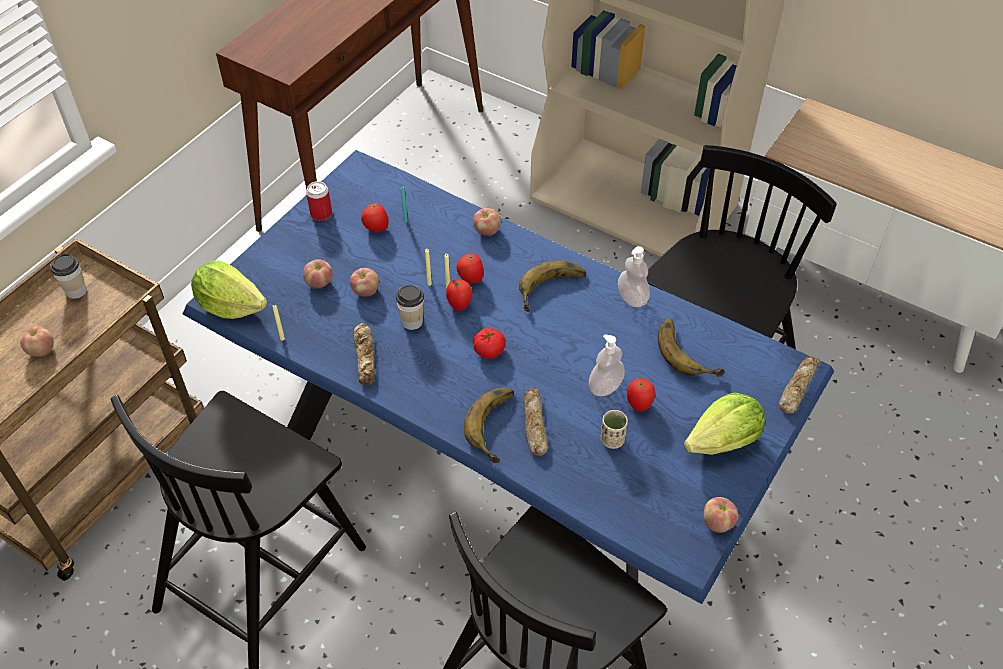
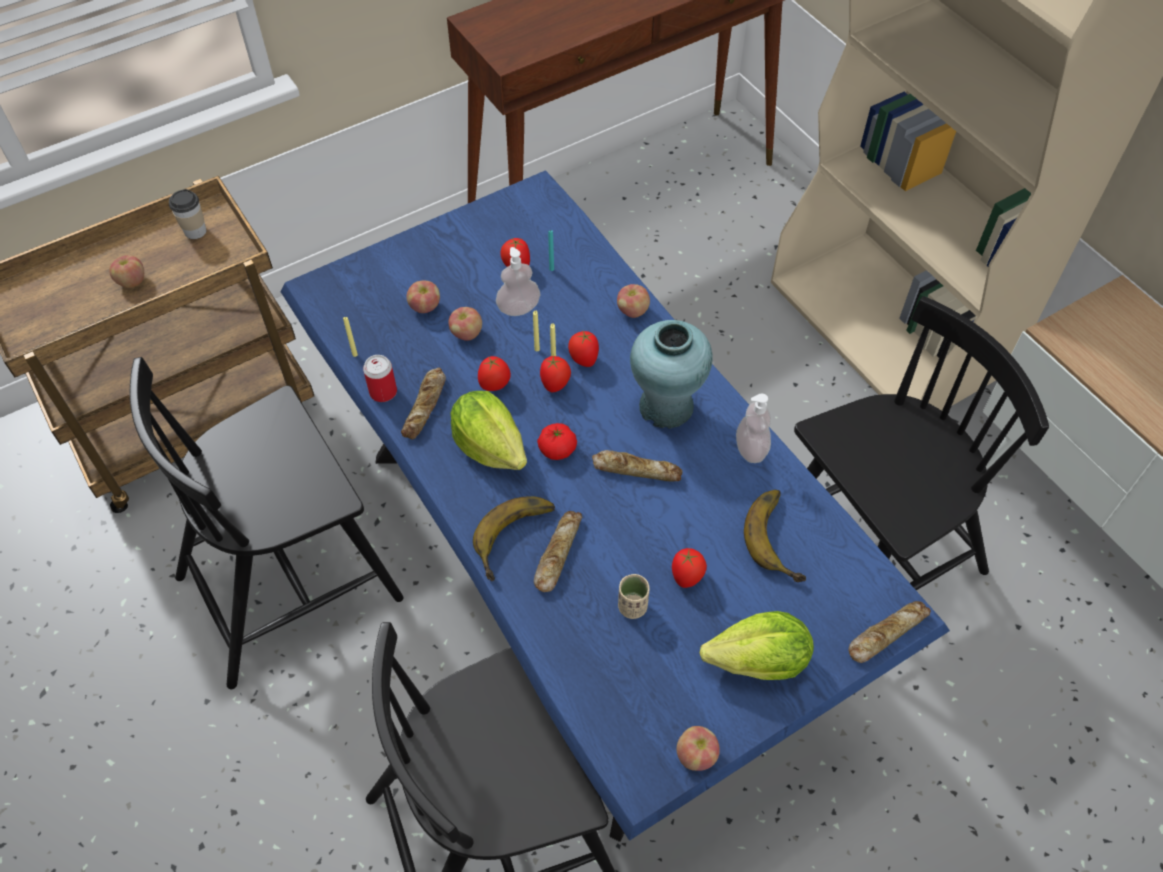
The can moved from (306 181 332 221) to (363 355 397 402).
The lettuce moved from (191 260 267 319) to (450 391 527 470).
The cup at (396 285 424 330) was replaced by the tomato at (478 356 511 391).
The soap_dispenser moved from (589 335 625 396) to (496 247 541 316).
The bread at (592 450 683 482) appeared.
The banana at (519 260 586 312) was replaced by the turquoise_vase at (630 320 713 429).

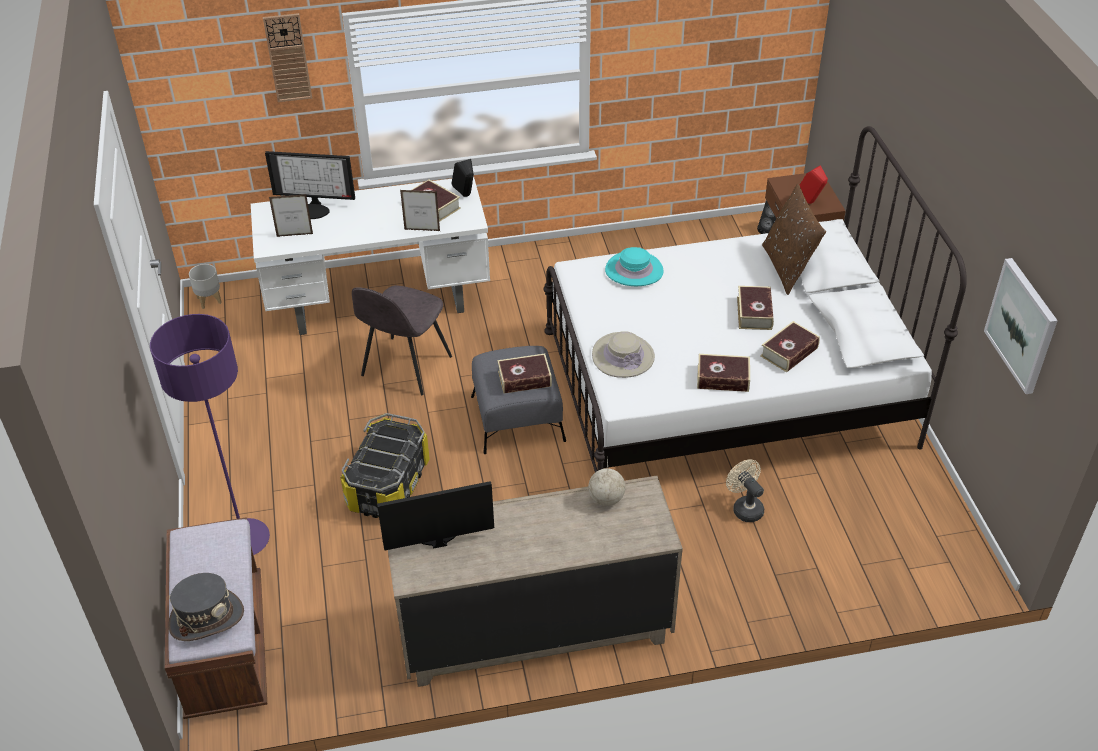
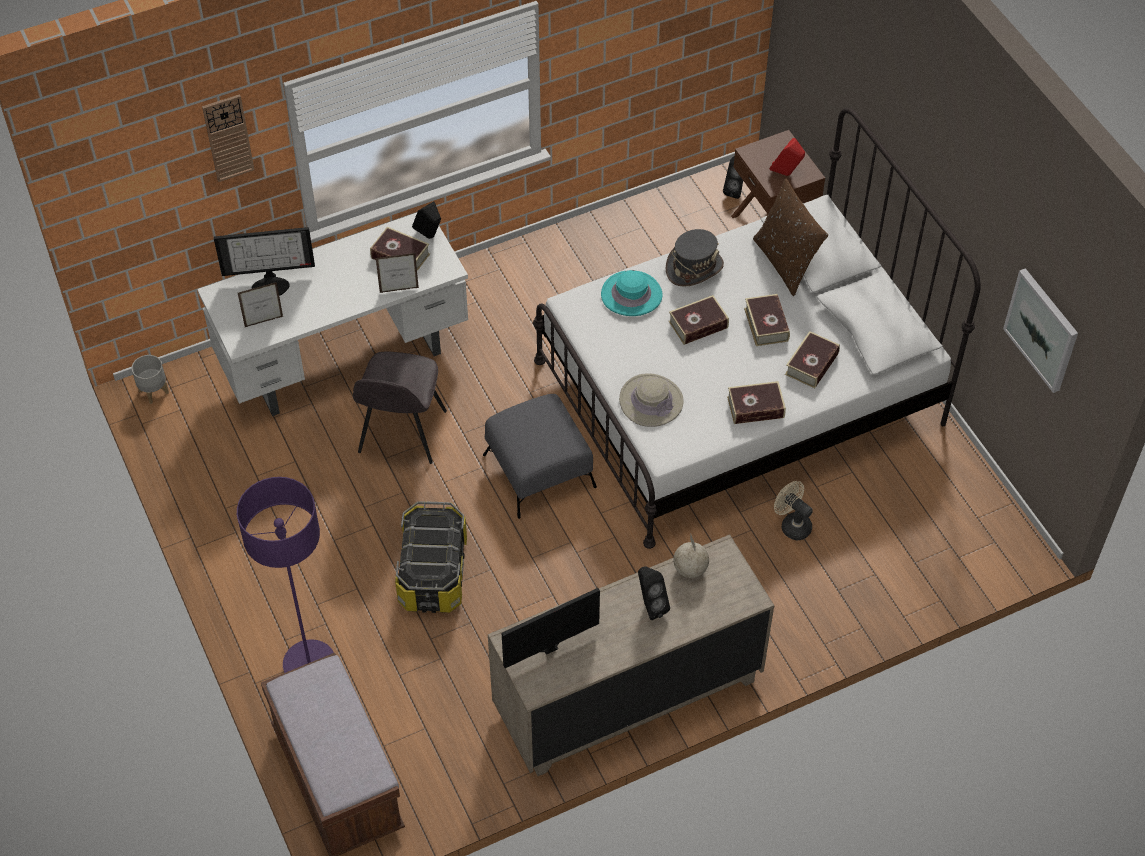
The black_speaker at (638 566 670 620) appeared.
The grey_hat moved from (168 573 244 641) to (666 229 724 286).
The book moved from (497 354 552 393) to (669 295 729 345).

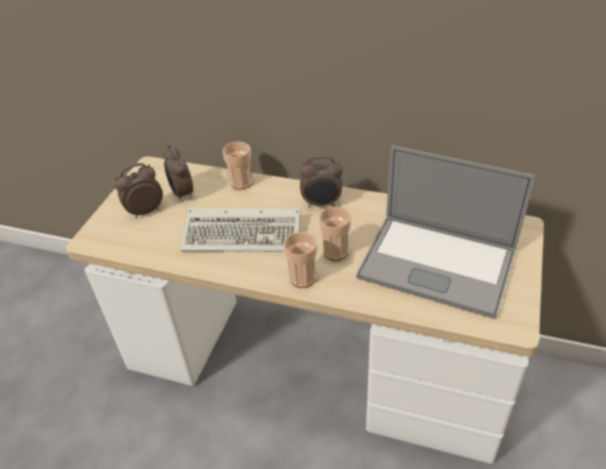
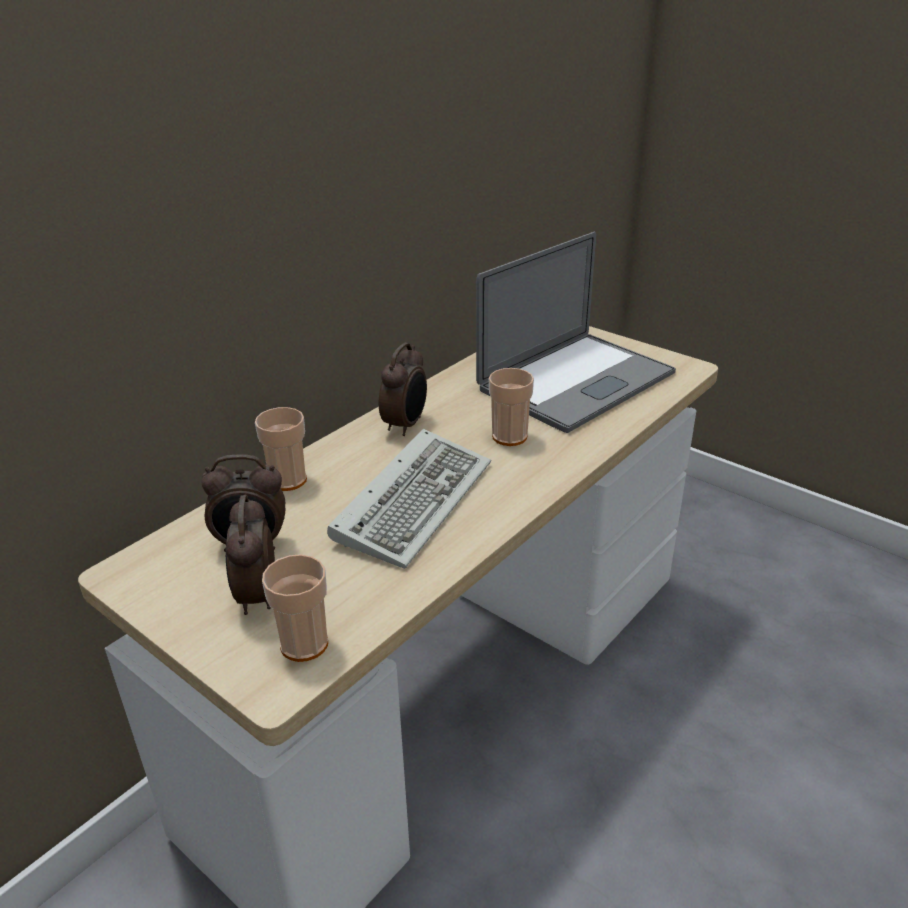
The cup moved from (284 232 317 288) to (262 554 328 662).

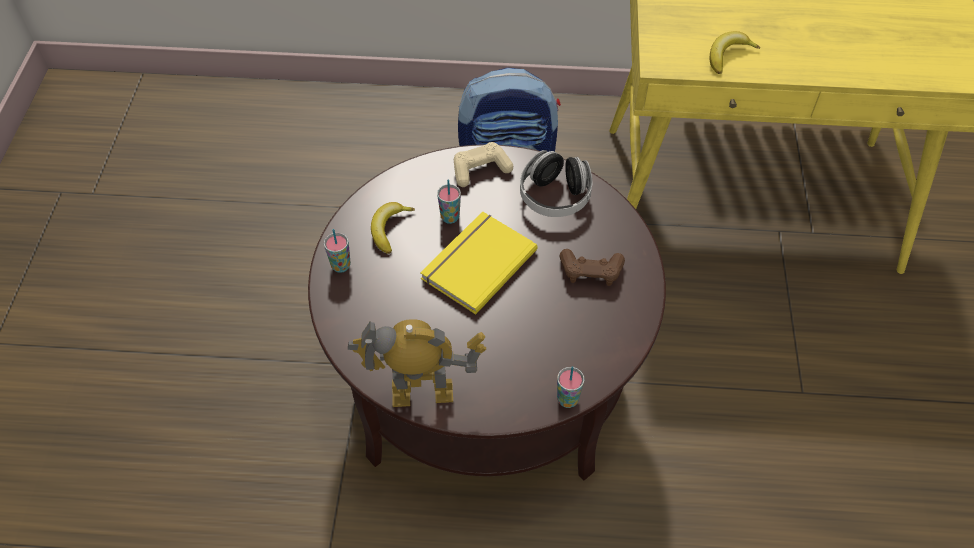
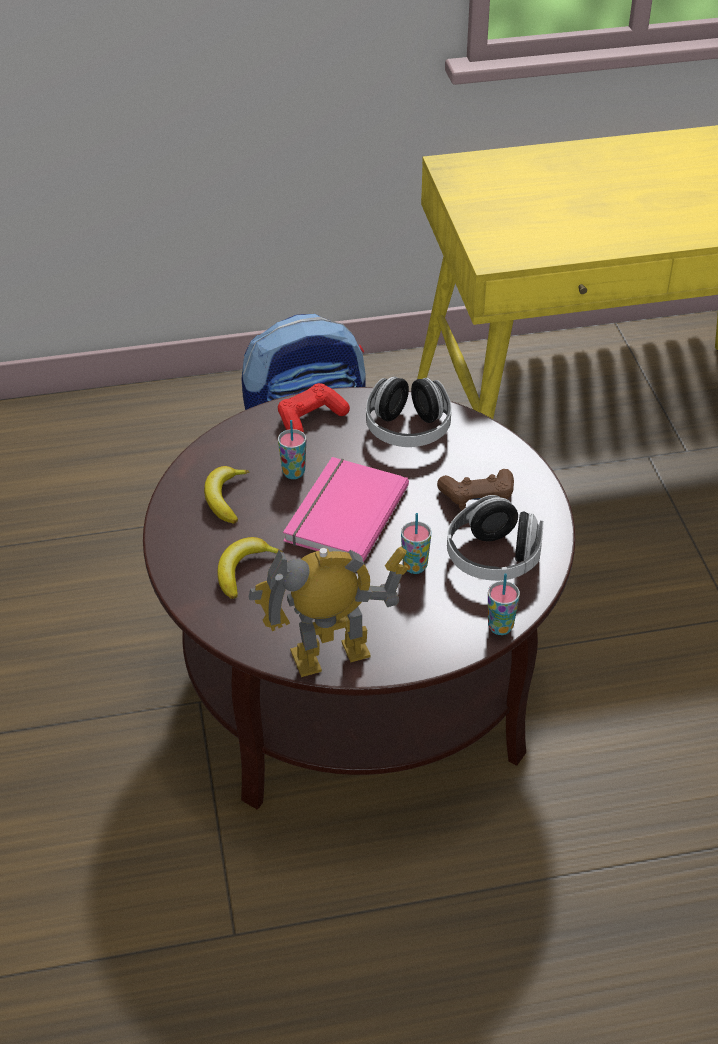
The banana moved from (710 31 760 74) to (218 537 283 599).
The beige_game_controller at (454 142 513 187) became the red_game_controller at (278 383 350 433).
The yellow_book at (420 211 538 315) became the pink_book at (283 457 409 562).
The cup moved from (324 229 351 273) to (401 513 432 574).
The headphones at (447 495 544 581) appeared.

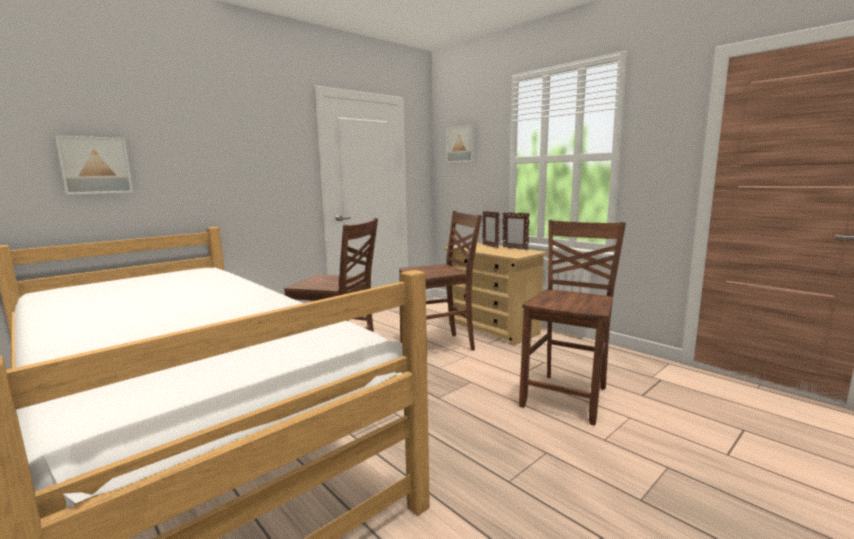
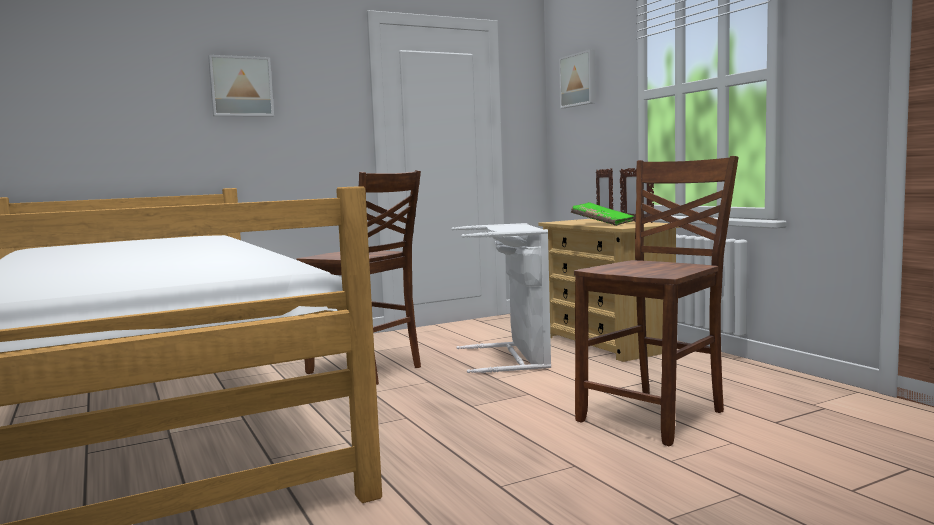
The picture moved from (55 135 133 195) to (208 55 274 117).
The brown_chair at (399 211 482 351) was replaced by the white_laundry_basket at (452 223 551 373).
The green_book at (571 202 634 226) appeared.

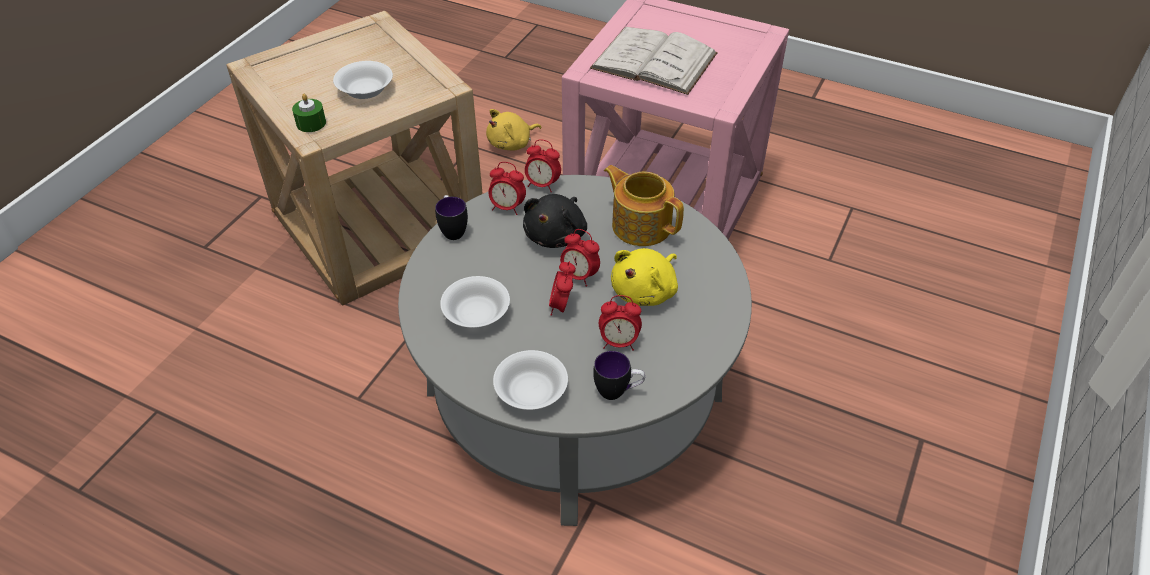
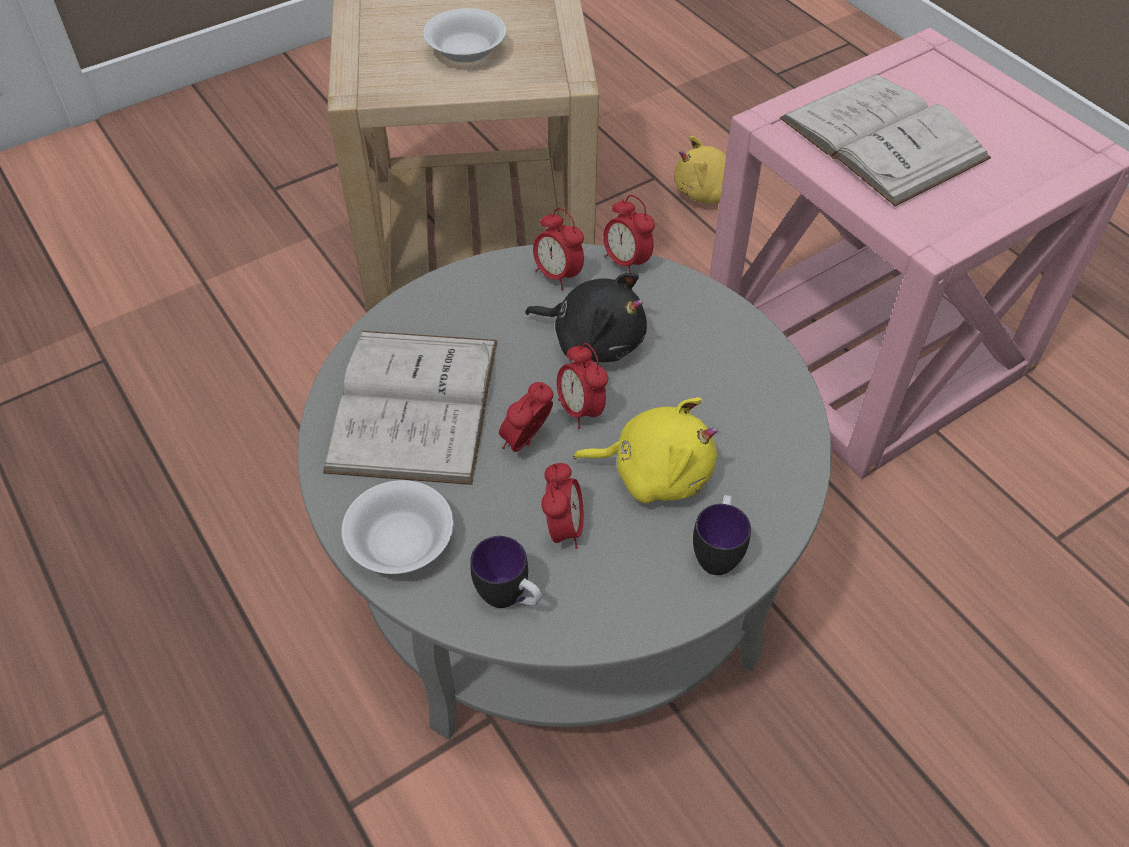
The white_bowl at (440 276 510 328) was replaced by the white_book at (323 331 498 485).
The black_plush_toy at (523 194 587 248) turned 120 degrees counterclockwise.
The alarm_clock at (599 295 642 351) turned 120 degrees counterclockwise.
The yellow_plush_toy at (611 248 678 306) turned 150 degrees counterclockwise.
The mug moved from (435 195 468 240) to (693 495 751 575).
The green_candle at (292 94 326 132) disappeared.
The teapot at (604 165 684 246) disappeared.

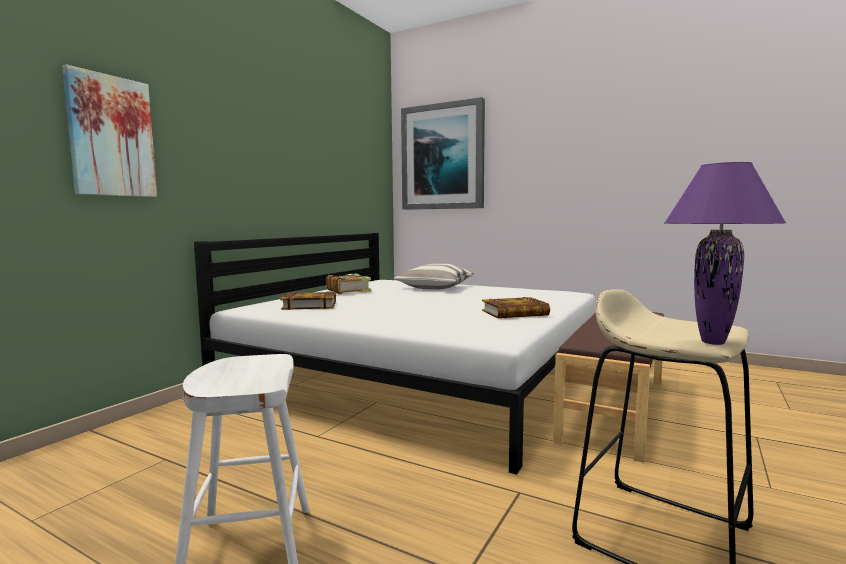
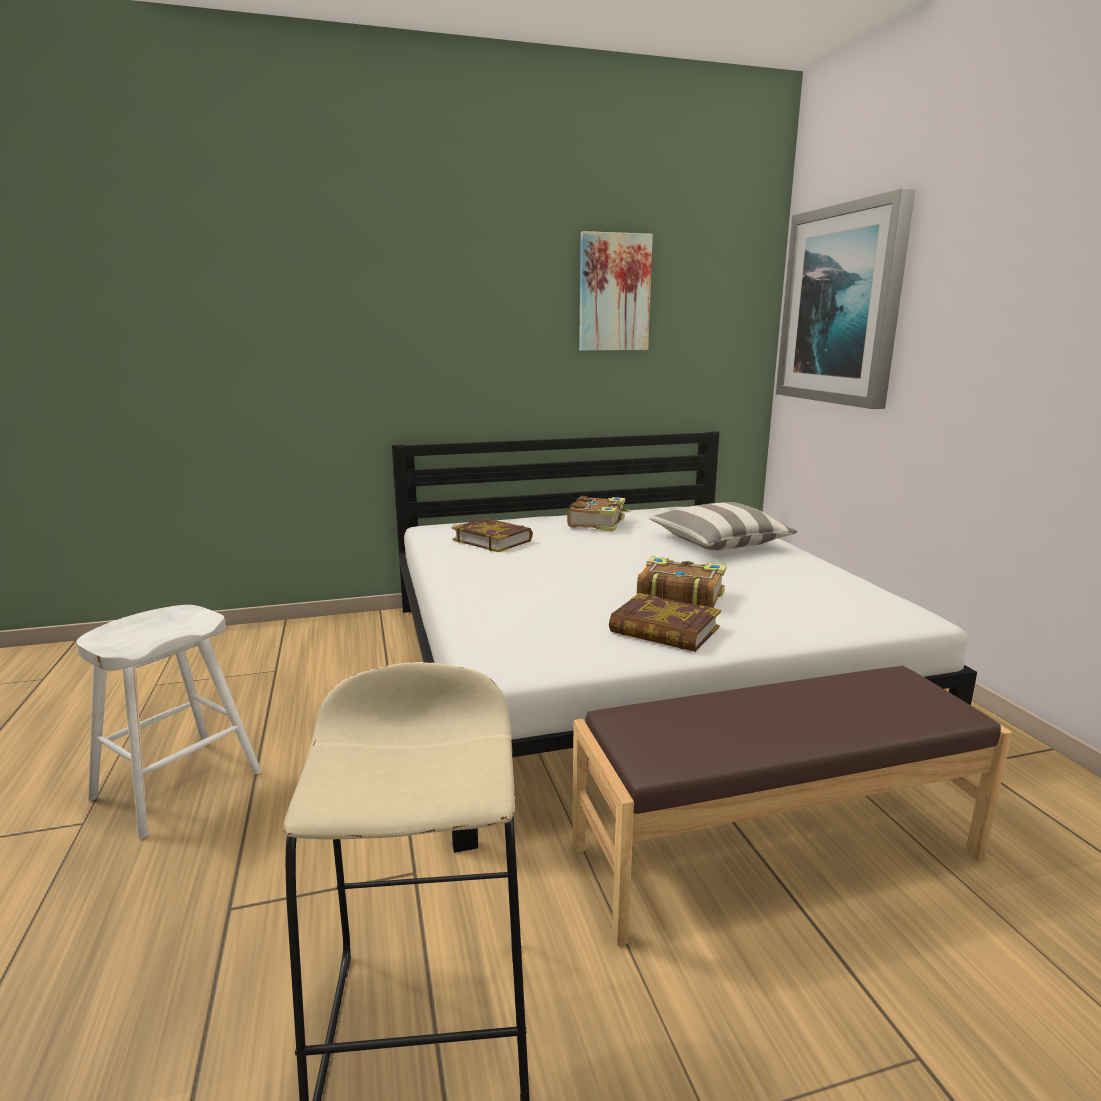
The picture moved from (62 65 157 197) to (579 231 653 351).
The book at (637 556 726 608) appeared.
The purple_table_lamp at (664 162 786 345) disappeared.

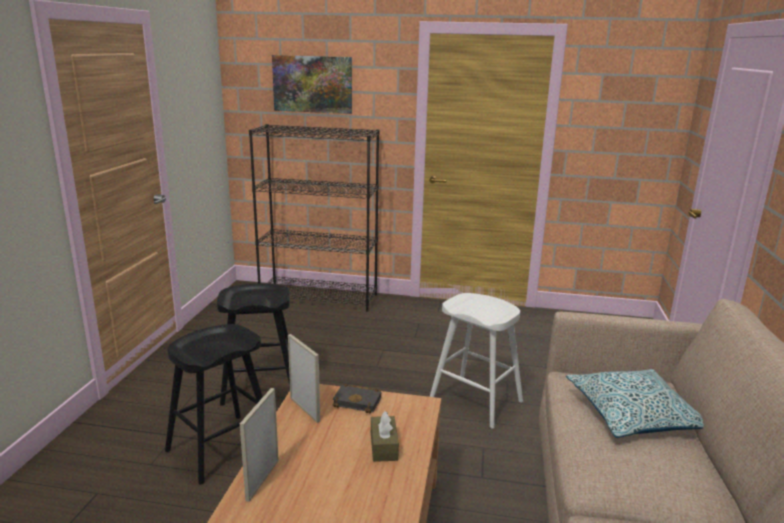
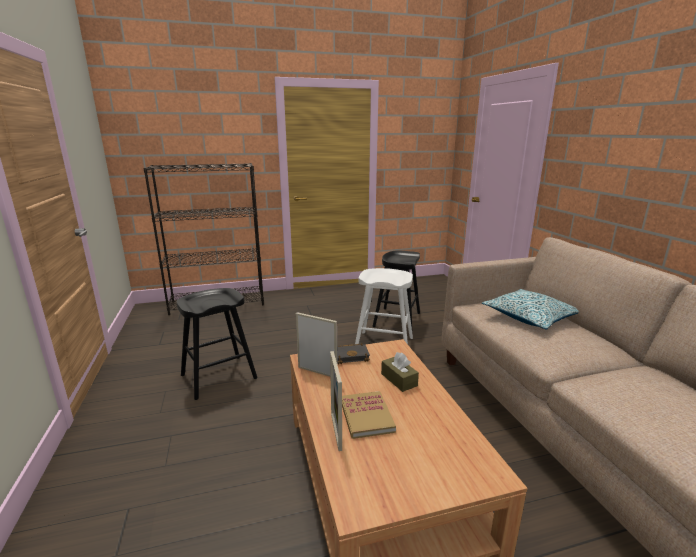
The book at (342 391 396 439) appeared.
The black_stool moved from (165 324 263 484) to (373 250 420 327).
The picture at (272 55 352 114) disappeared.

